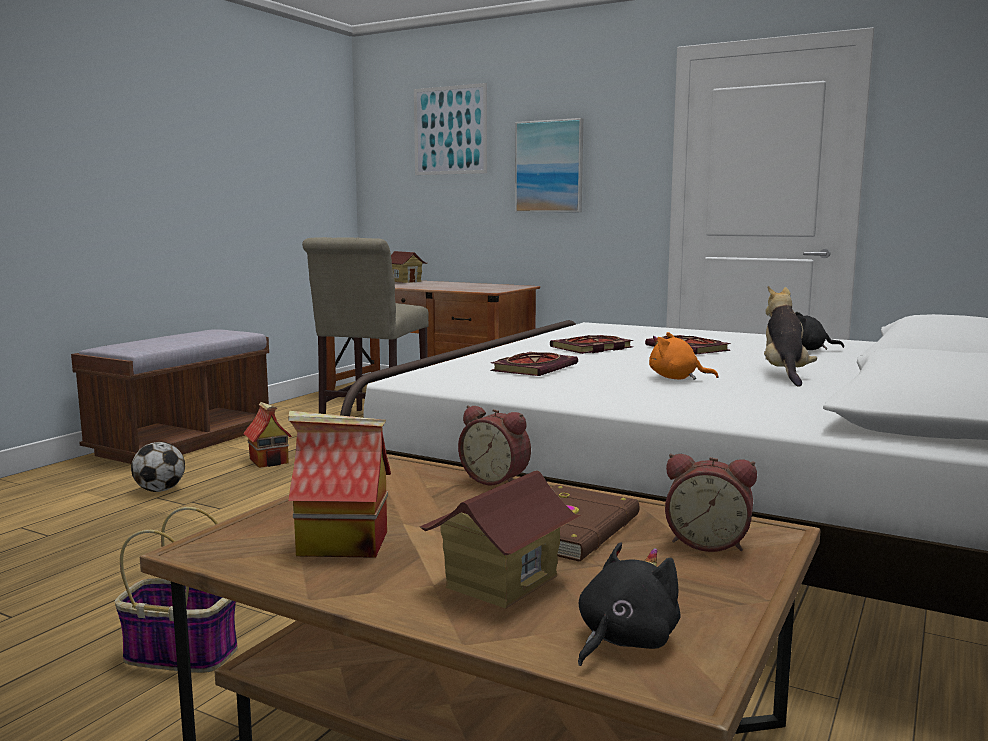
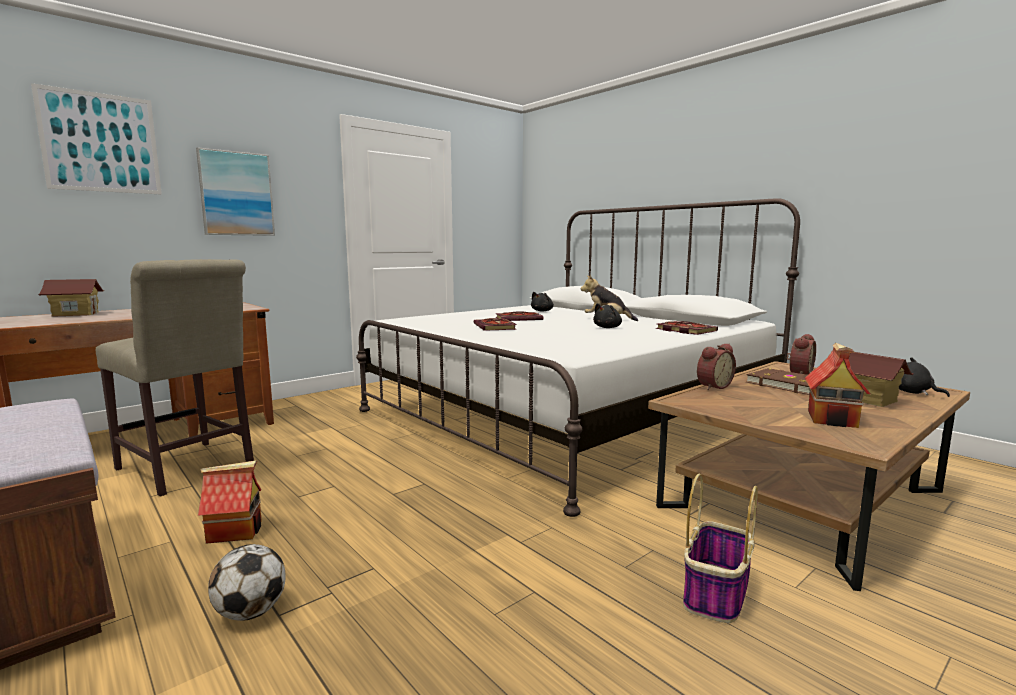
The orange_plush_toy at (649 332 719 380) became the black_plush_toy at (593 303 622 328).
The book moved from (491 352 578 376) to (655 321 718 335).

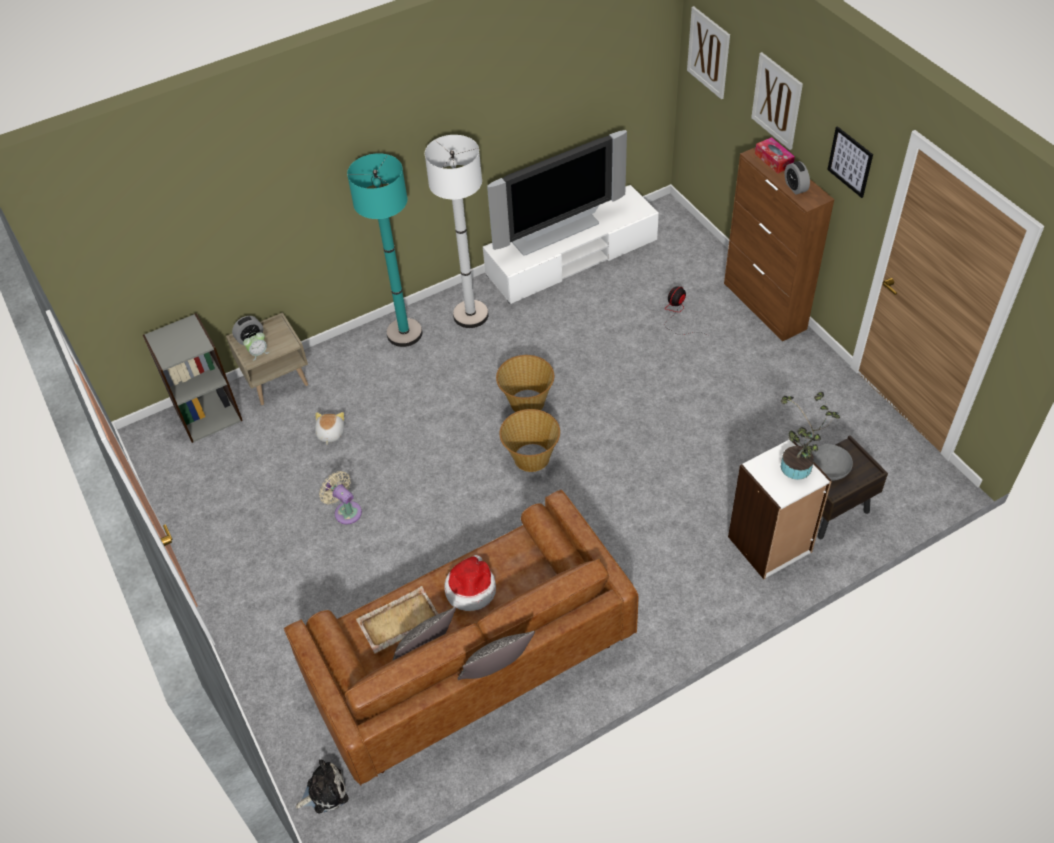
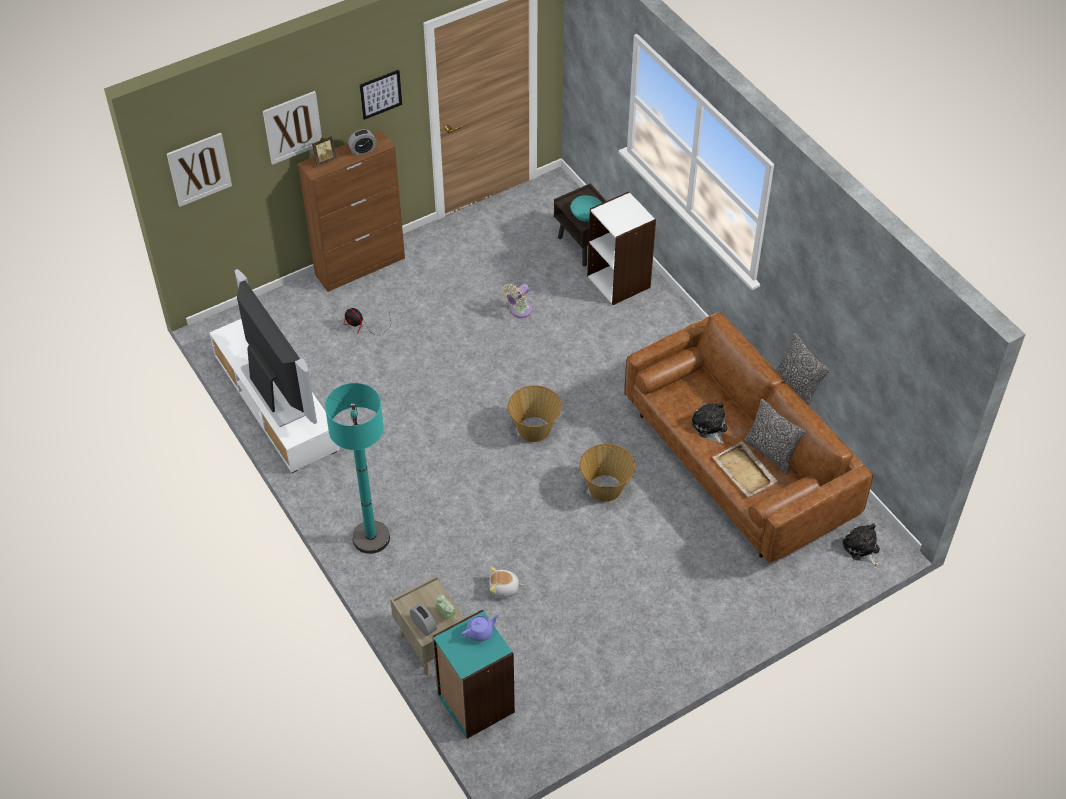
The tissue_box at (755 137 795 174) was replaced by the picture_frame at (312 135 337 166).
The grey_bookcase at (143 313 243 443) became the turquoise_bookcase at (432 609 515 739).
The purple_teapot at (462 614 500 642) appeared.
The beige_fan moved from (319 471 362 524) to (502 283 532 318).
The grey_bowl at (812 444 853 481) became the turquoise_bowl at (570 195 601 222).
The basket moved from (496 355 554 412) to (580 443 635 502).
The hat at (444 555 496 611) was replaced by the plush_toy at (692 402 727 444).
The white_floor_lamp at (425 135 489 328) disappeared.
The potted_plant at (780 392 840 480) disappeared.

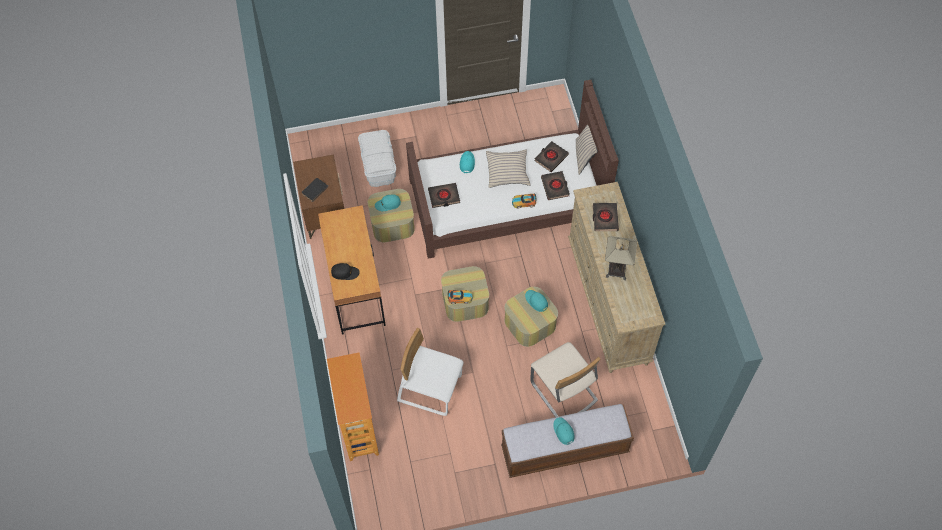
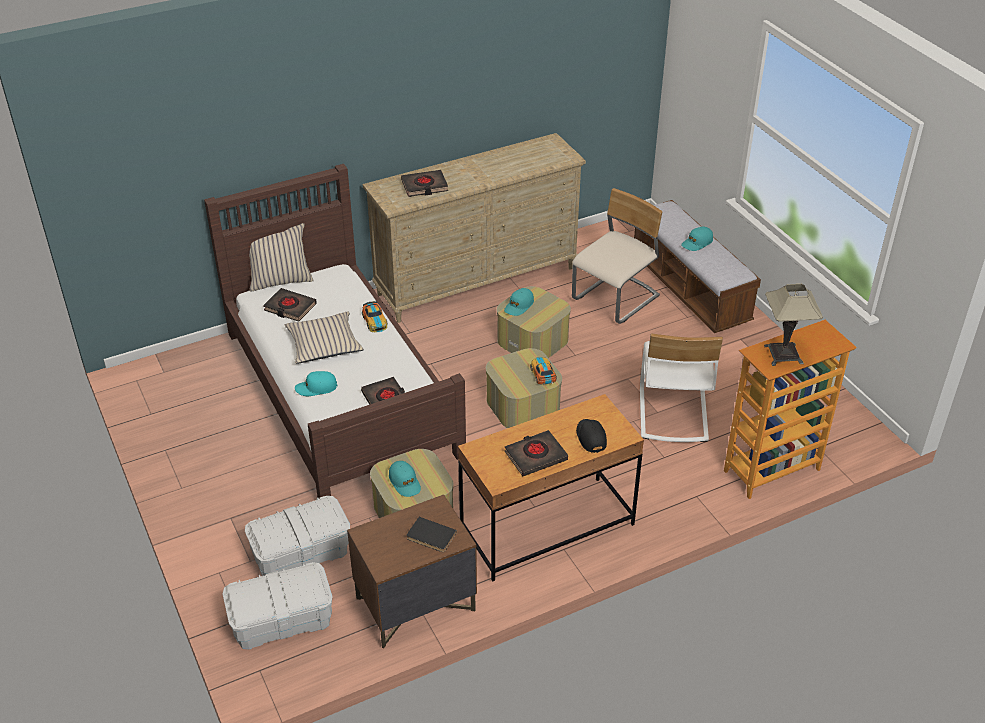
The white_storage_box at (222 562 333 649) appeared.
The black_book moved from (541 171 570 200) to (505 430 568 476).
The table_lamp moved from (605 236 637 280) to (764 284 823 366).

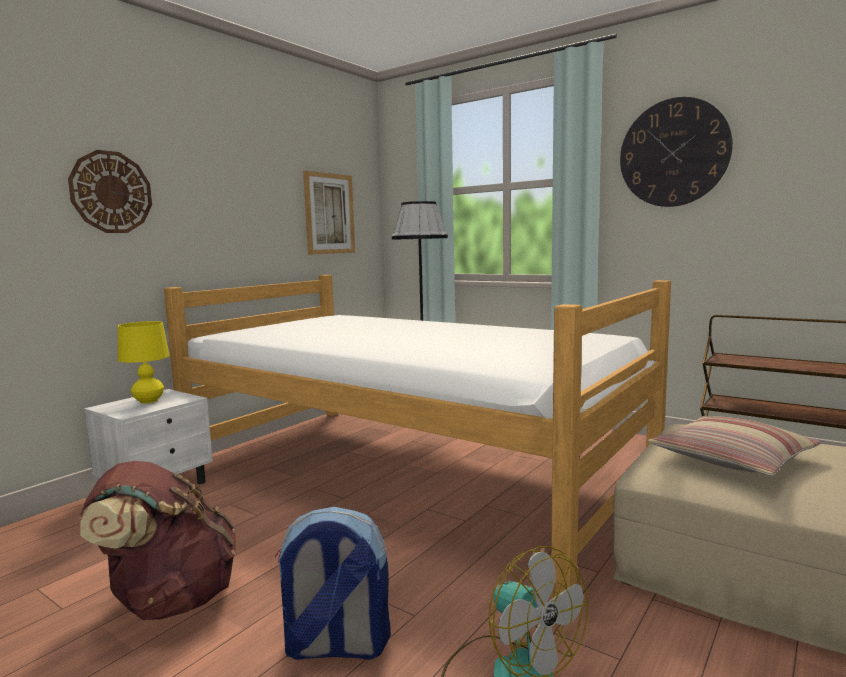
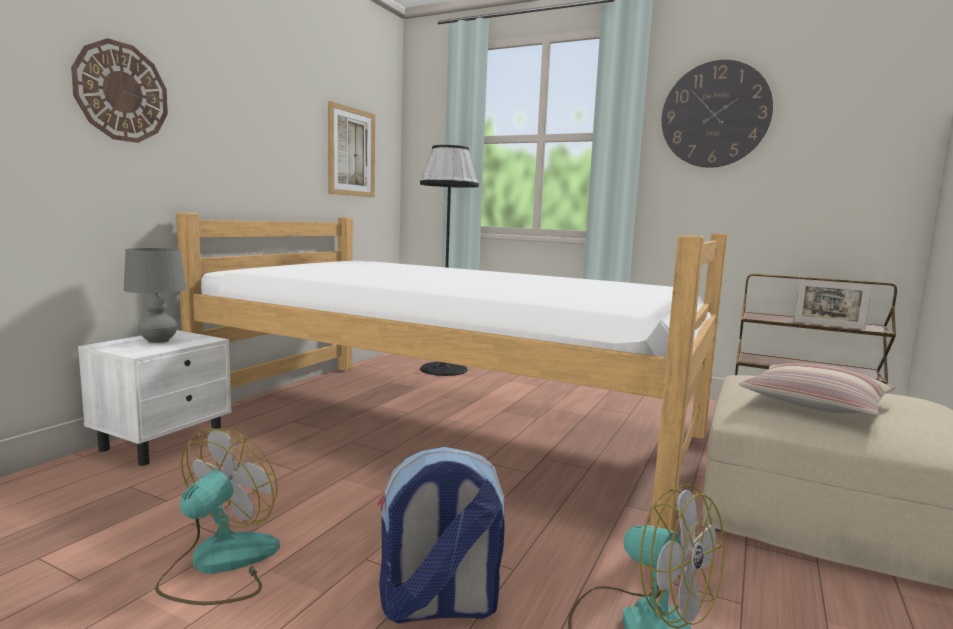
The yellow_table_lamp at (118 321 170 404) became the grey_table_lamp at (124 248 186 343).
The brown_backpack at (80 461 237 620) was replaced by the fan at (155 428 280 605).
The picture_frame at (793 279 872 329) appeared.

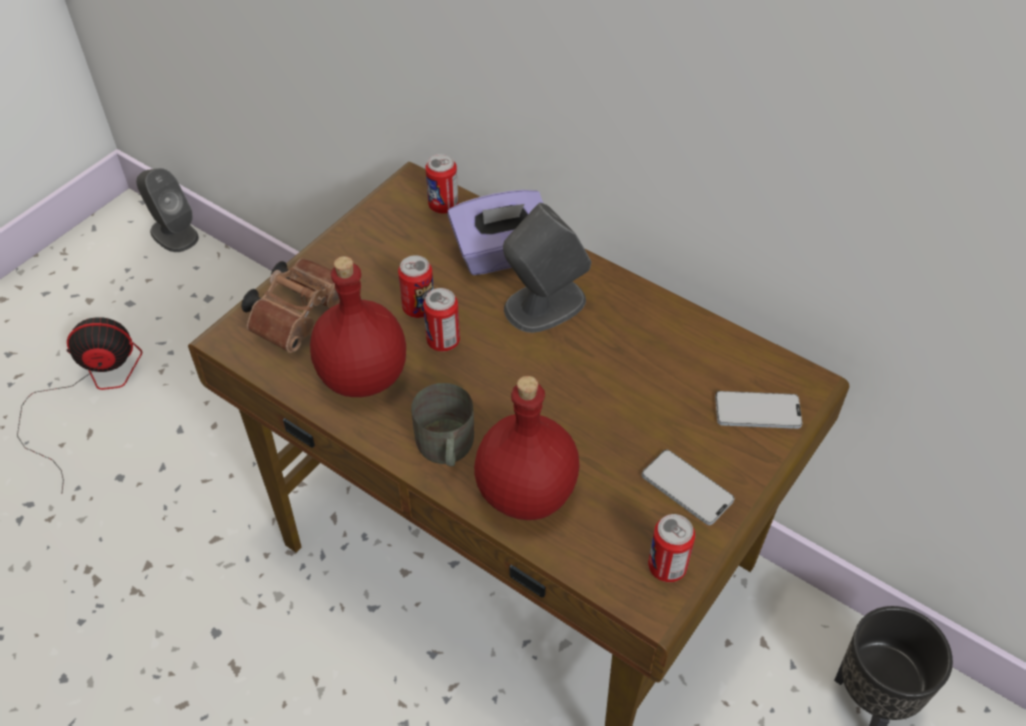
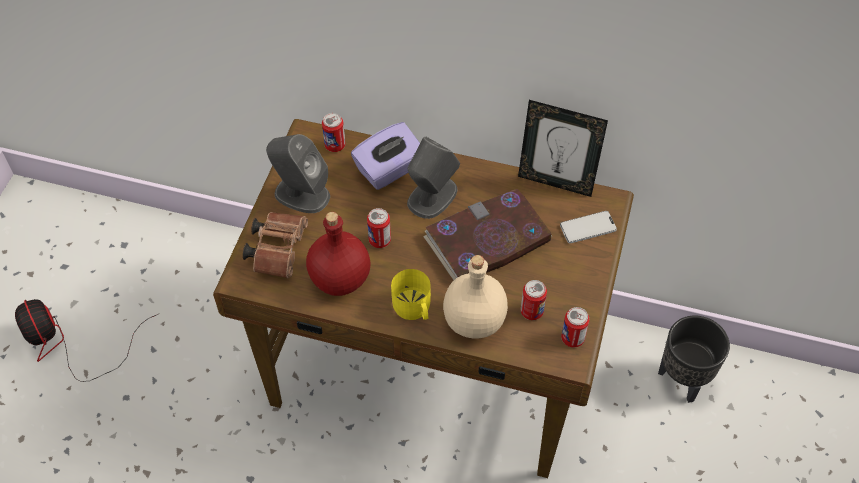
The fan at (17 317 142 494) turned 90 degrees counterclockwise.
The grey_speaker moved from (136 168 199 252) to (266 134 330 213).
The grey_mug at (411 383 474 466) became the yellow_mug at (391 269 431 320).
The book at (423 189 552 281) appeared.
The red_bottle at (474 376 580 520) became the beige_bottle at (443 255 508 339).
The picture_frame at (518 100 608 197) appeared.
The can moved from (398 255 434 318) to (521 280 547 320).
The phone at (642 449 735 525) disappeared.

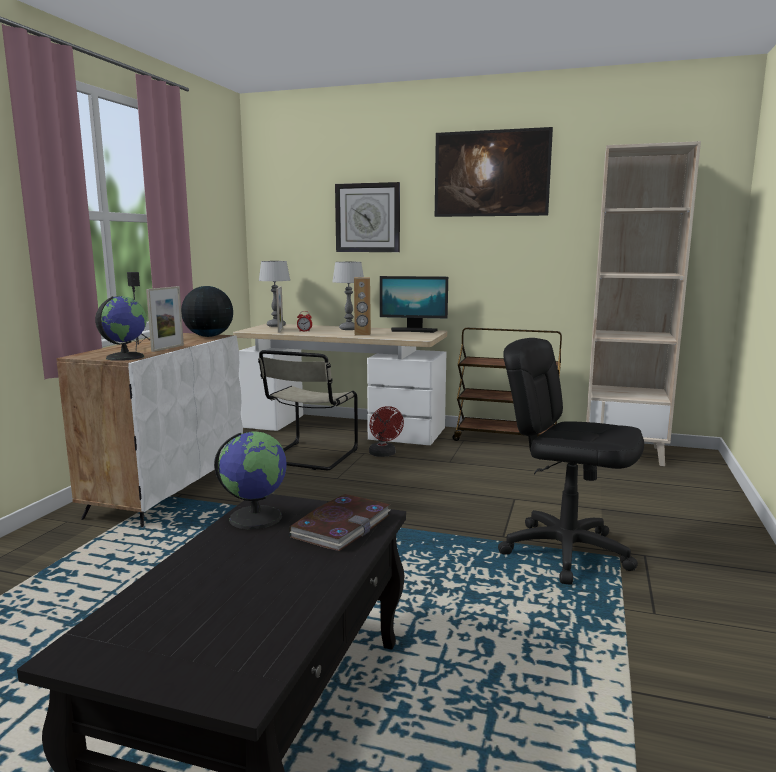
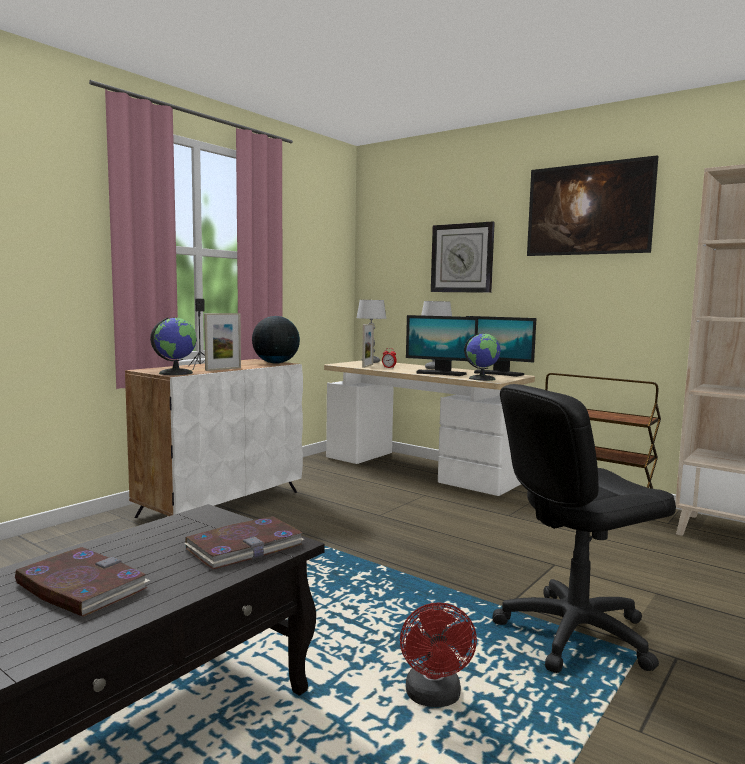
The book at (15 547 150 617) appeared.
The red_fan moved from (369 406 404 457) to (400 602 477 707).
The brown_speaker at (354 277 371 336) was replaced by the monitor at (406 315 478 376).
The globe moved from (214 431 287 529) to (464 333 500 381).
The black_office_chair at (498 338 644 585) turned 75 degrees counterclockwise.
The beige_chair at (258 350 358 470) disappeared.

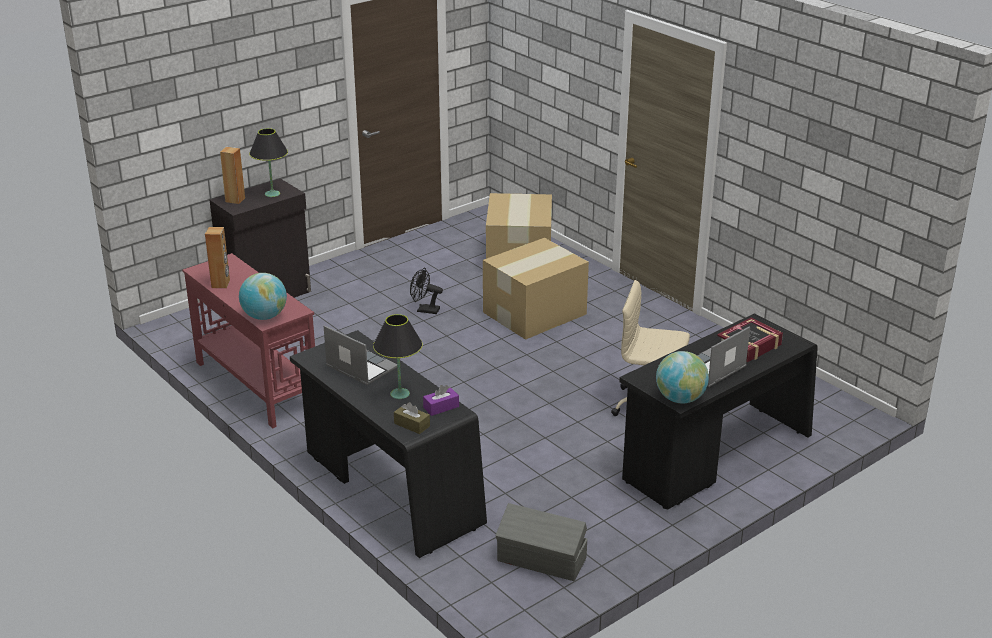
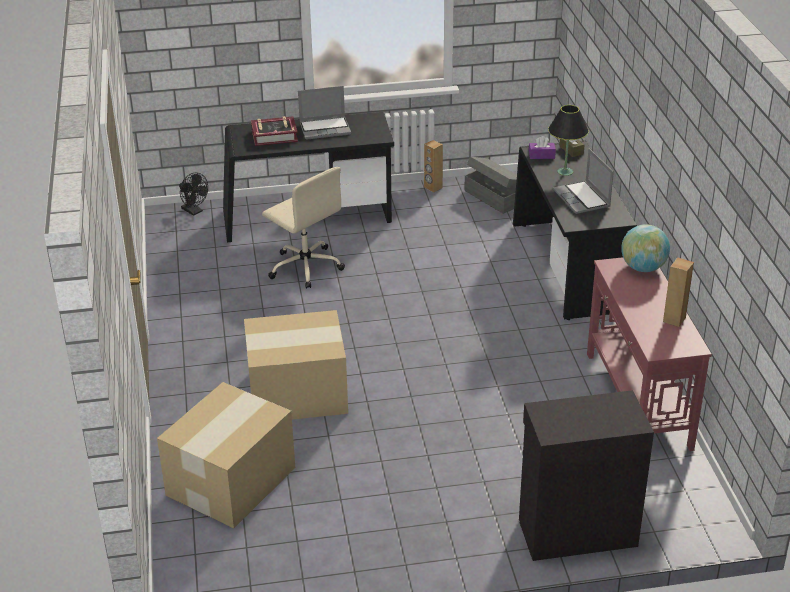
The black_fan moved from (410 268 443 314) to (179 173 208 216).
The brown_speaker moved from (220 147 245 204) to (424 140 443 192).
The black_table_lamp at (249 128 288 197) disappeared.
The globe at (656 351 709 403) disappeared.

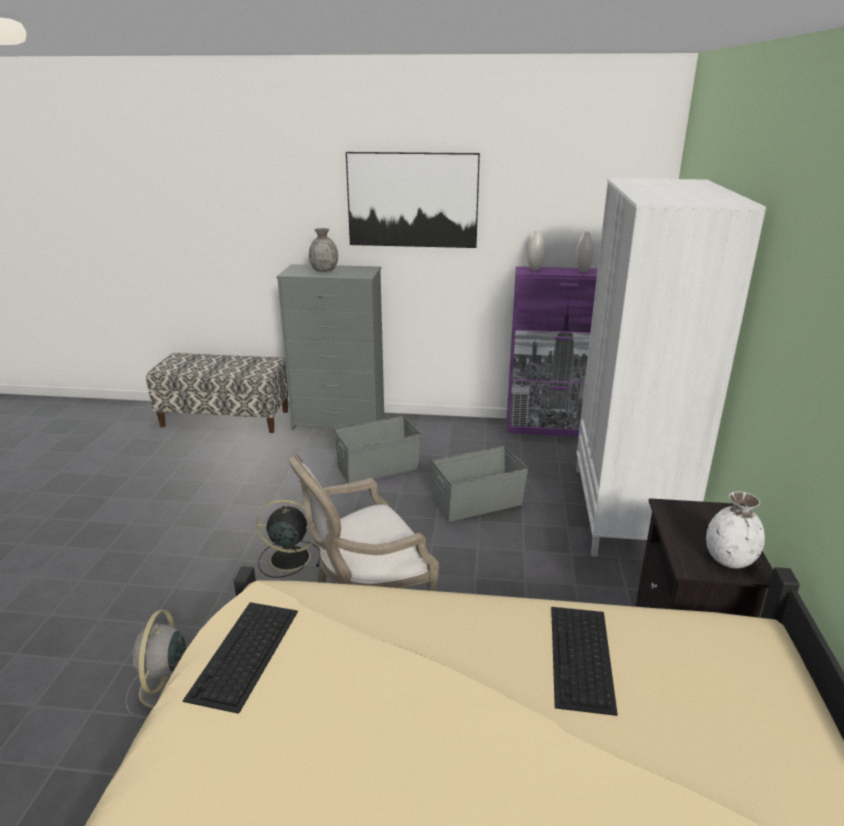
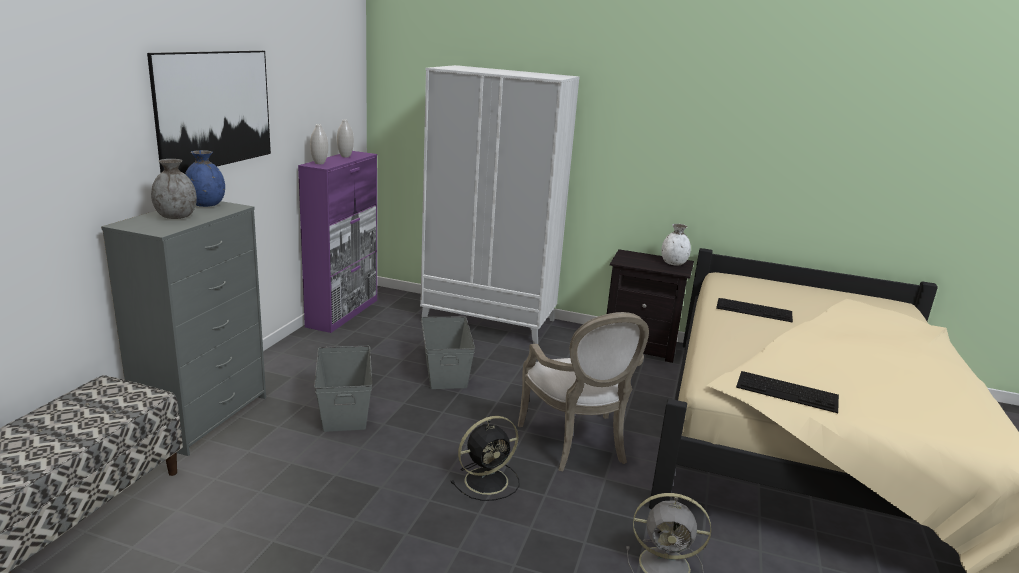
The blue_vase at (185 150 225 207) appeared.
The black_fan at (256 500 319 577) turned 135 degrees counterclockwise.

